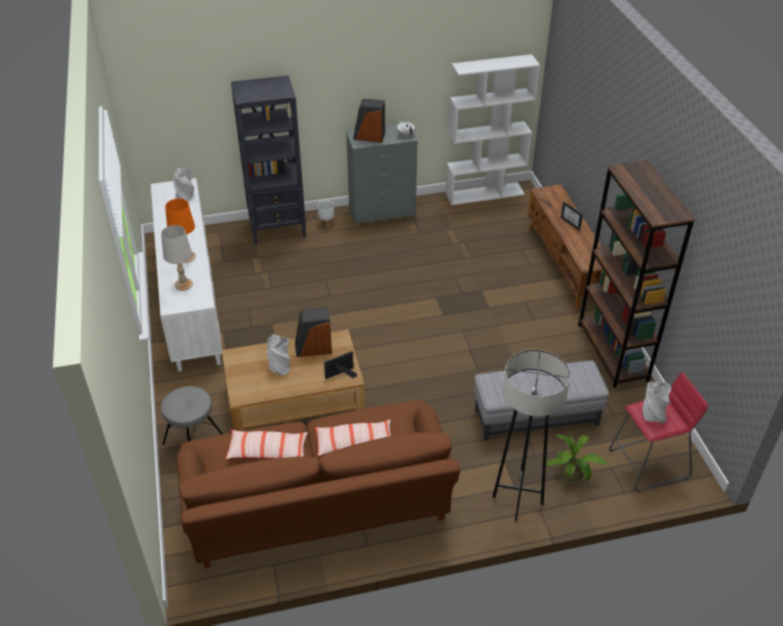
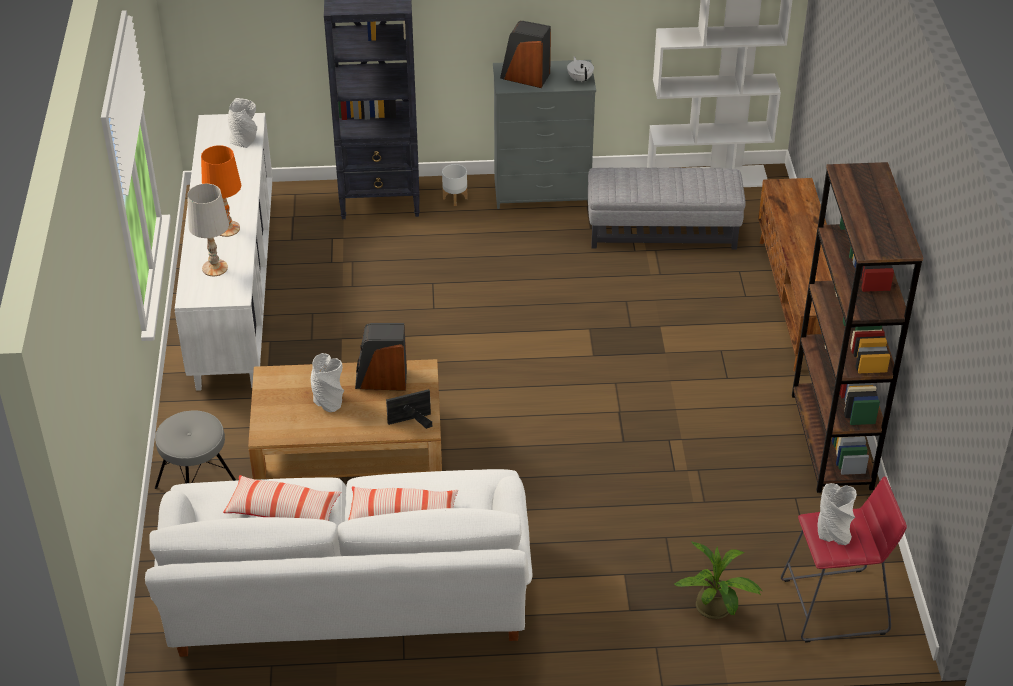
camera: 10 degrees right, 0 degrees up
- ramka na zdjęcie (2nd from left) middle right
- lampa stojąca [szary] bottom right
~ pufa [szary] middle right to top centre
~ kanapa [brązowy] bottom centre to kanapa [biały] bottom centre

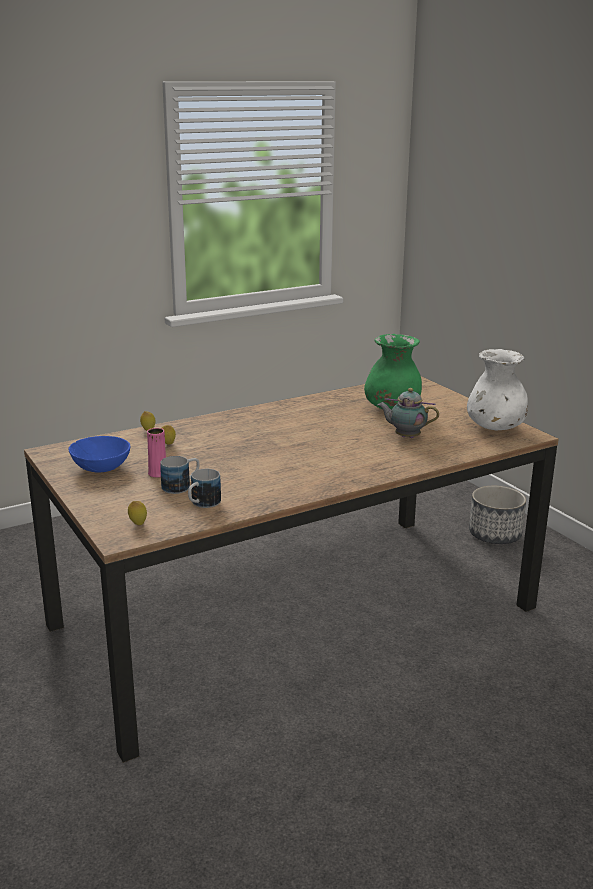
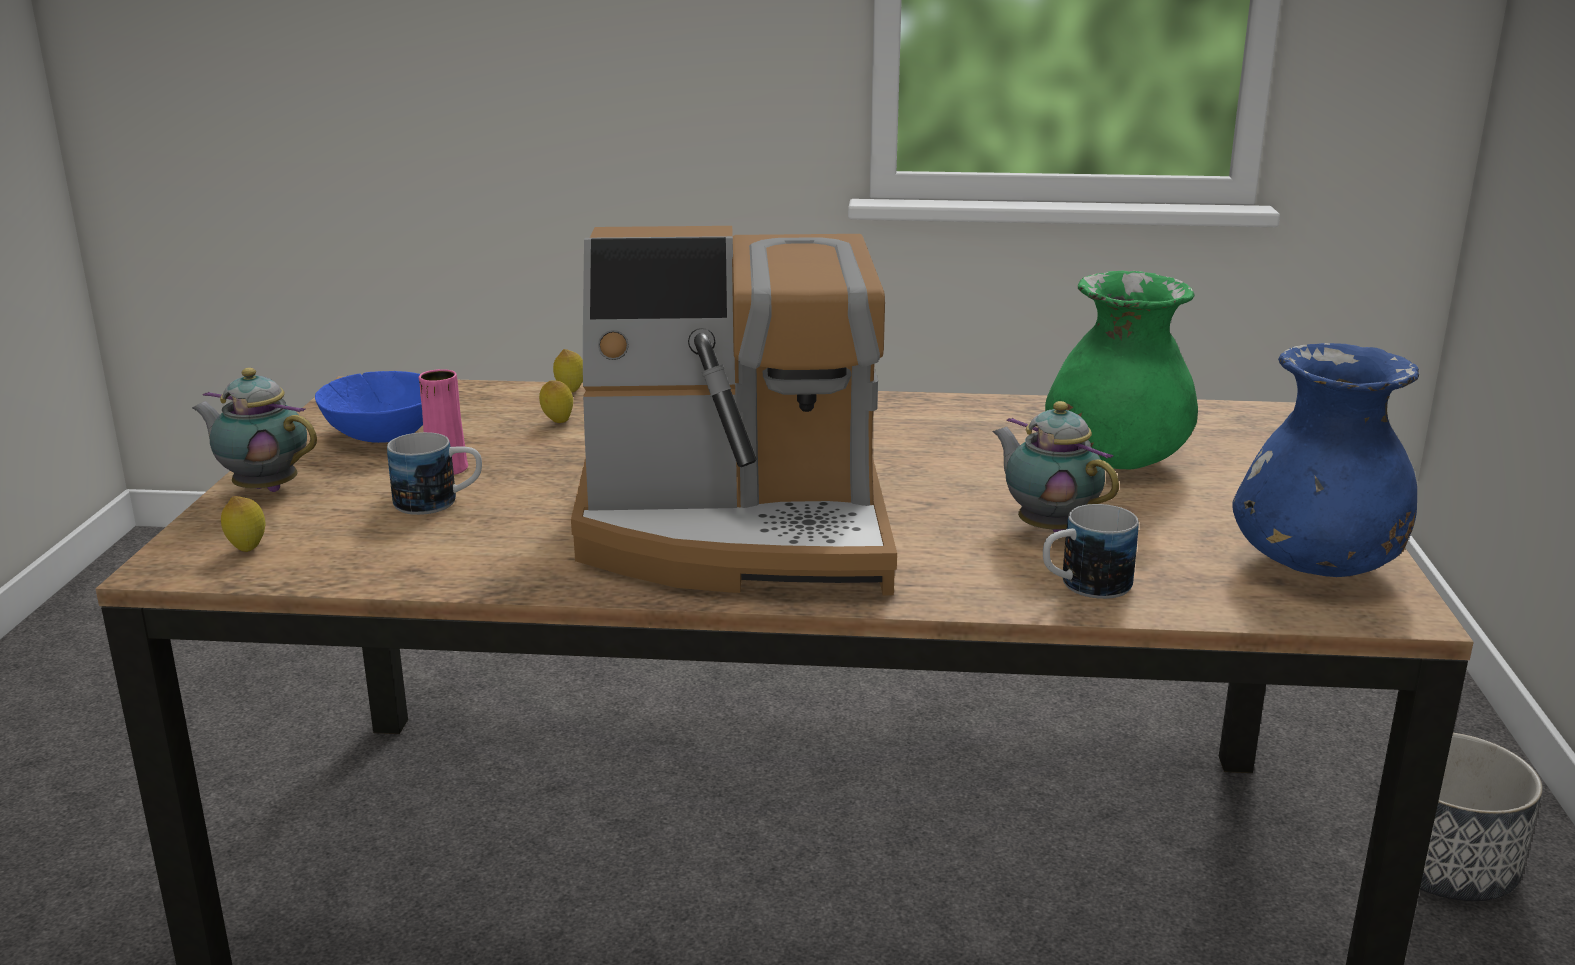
camera: 35 degrees right, 0 degrees up
~ wazon [biały] middle right to wazon [niebieski] middle right
~ kubek (2nd from left) centre to middle right
+ ekspres do kawy centre
+ imbryk (1st from left) middle left

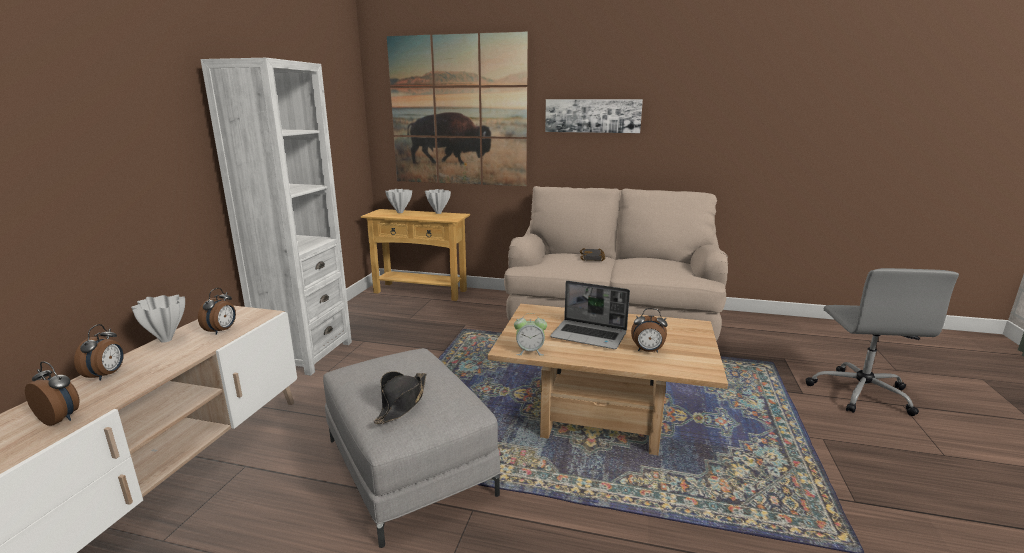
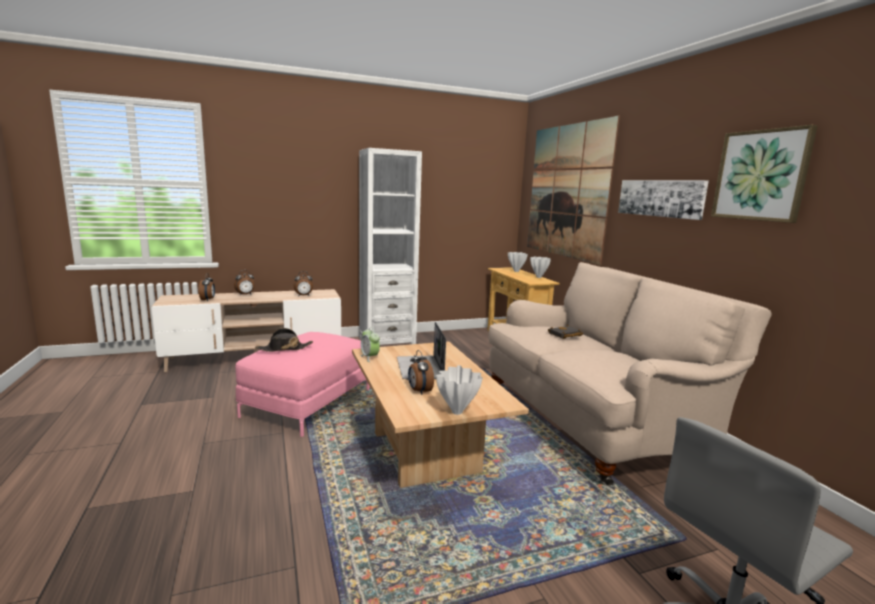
camera: 55 degrees right, 5 degrees down
~ wazon [biały] (1st from left) middle left to centre
~ pufa [szary] bottom centre to pufa [różowy] centre
+ obraz (3rd from left) top right

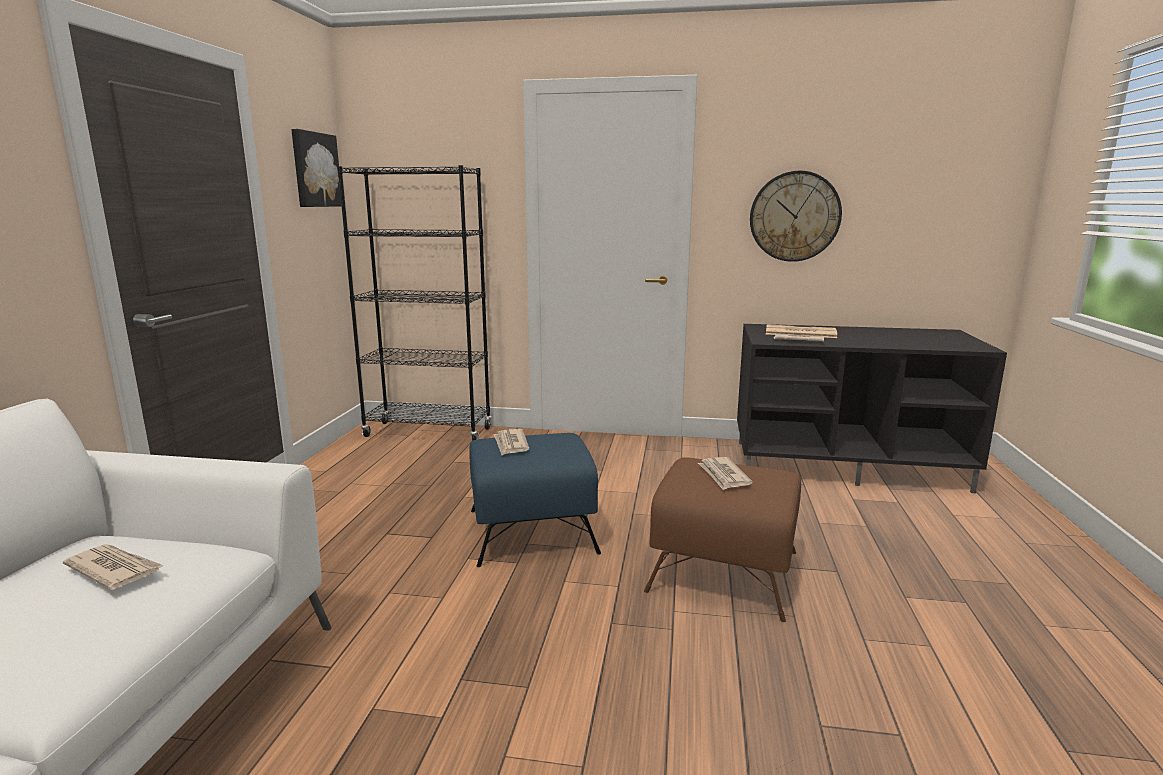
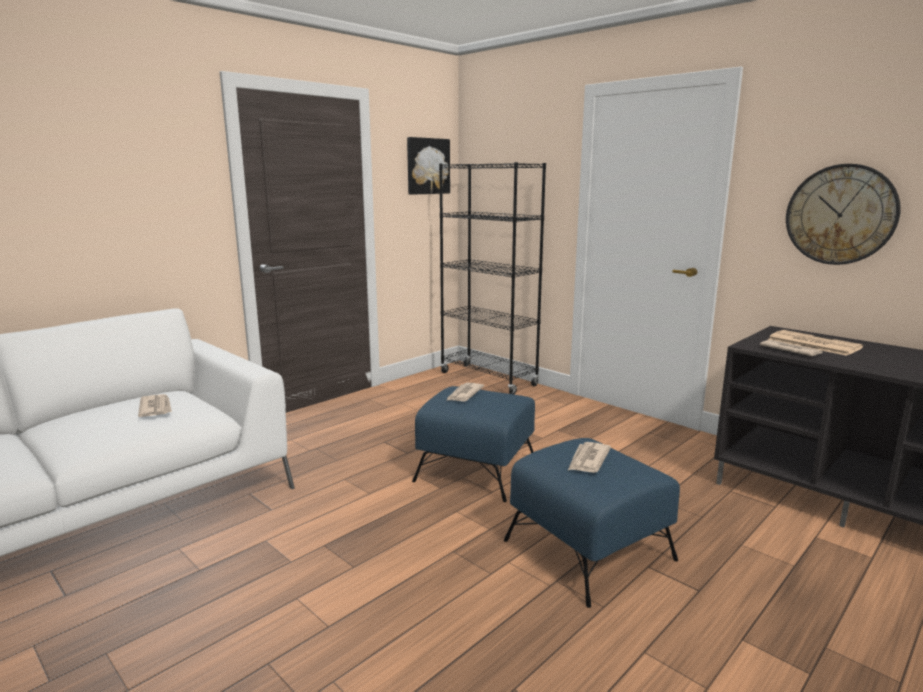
camera: 35 degrees right, 0 degrees up
~ pufa [brązowy] bottom centre to pufa [niebieski] (2nd from left) bottom centre

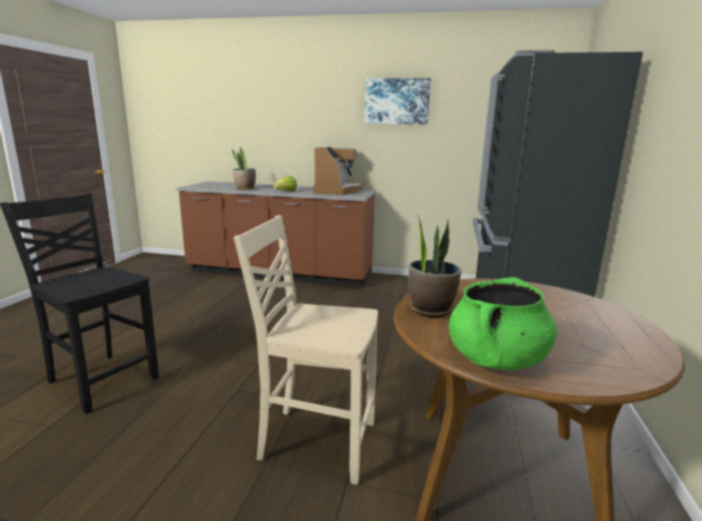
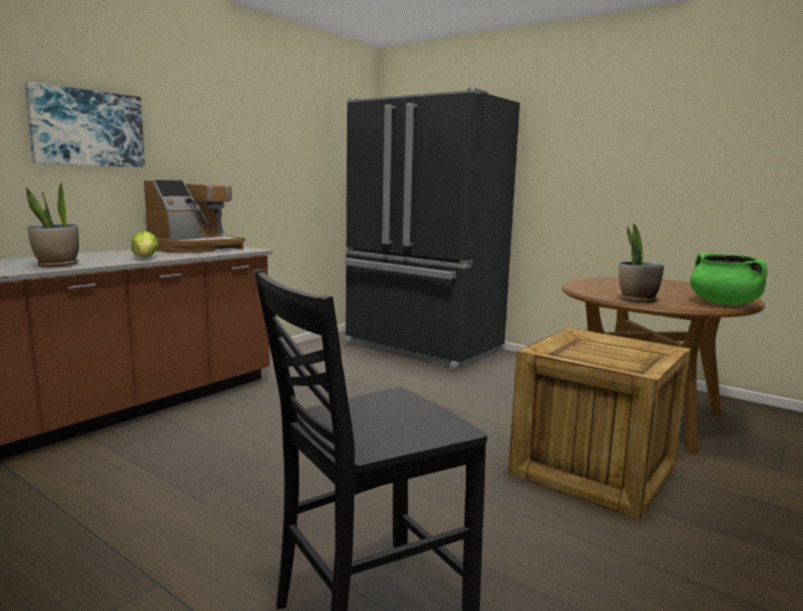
camera: 65 degrees left, 5 degrees down
~ obraz top centre to top left
~ ekspres do kawy top centre = middle left 90 degrees clockwise
~ krzesło [beżowy] bottom centre to skrzynka bottom right

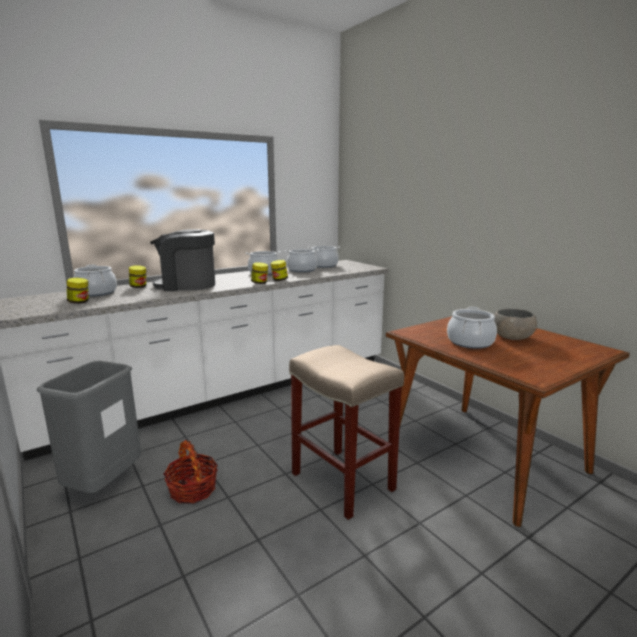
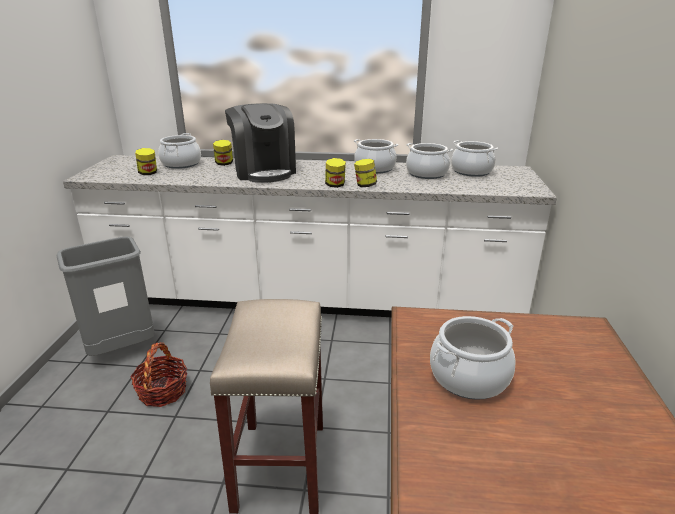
camera: 40 degrees right, 10 degrees up
~ ekspres do kawy middle left = top centre 150 degrees counterclockwise
- miska [szary] middle right

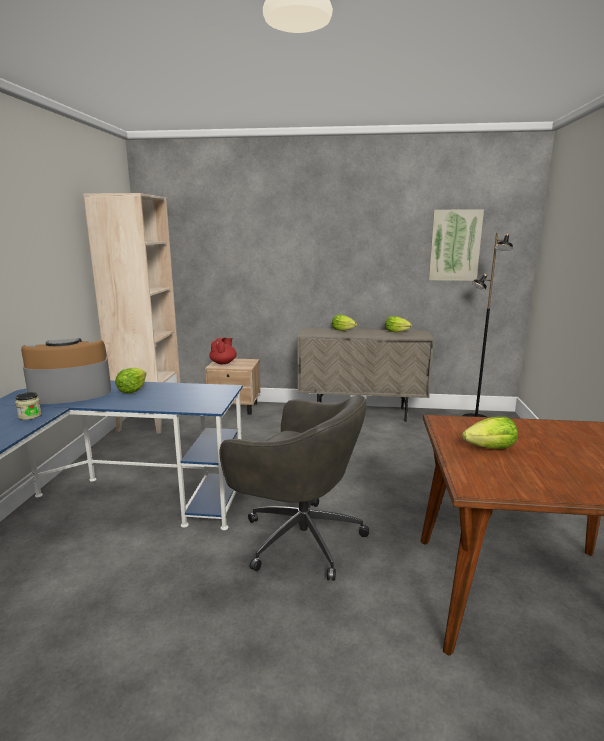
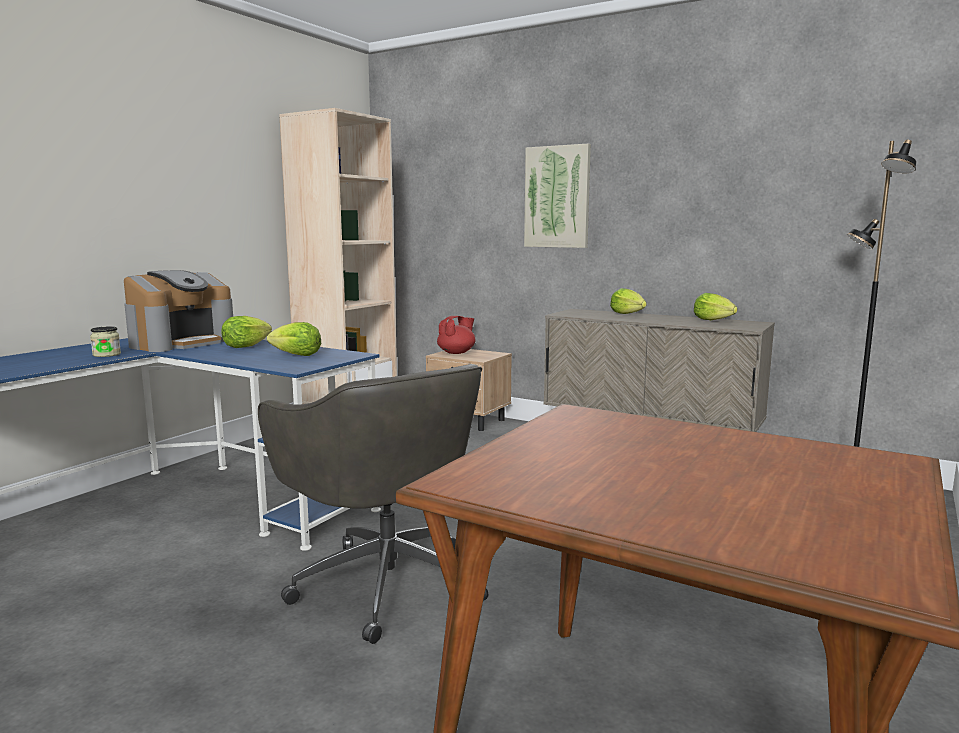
camera: 25 degrees right, 5 degrees down
~ obraz top right to top centre
~ ekspres do kawy middle left = middle left 120 degrees clockwise
~ sałata (4th from left in the first image) middle right to sałata (2nd from left) middle left

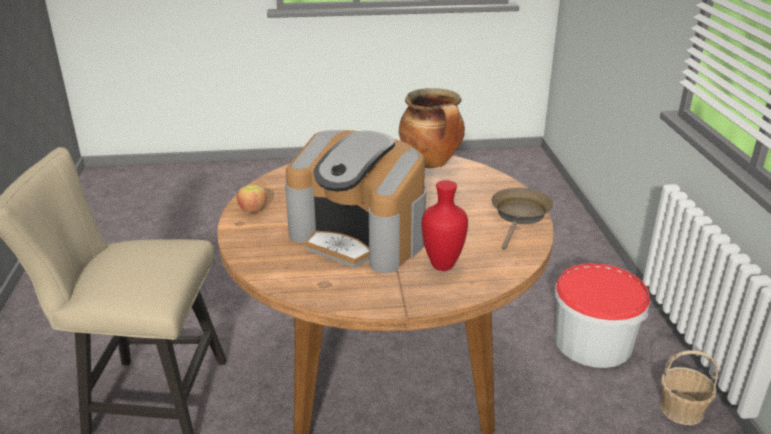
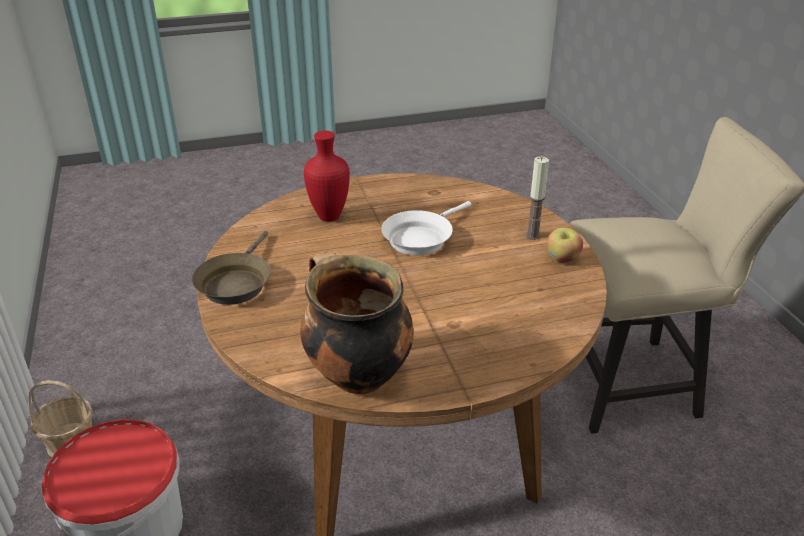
camera: 170 degrees right, 5 degrees up
~ ekspres do kawy centre to patelnia [biały] centre
+ świeca middle right

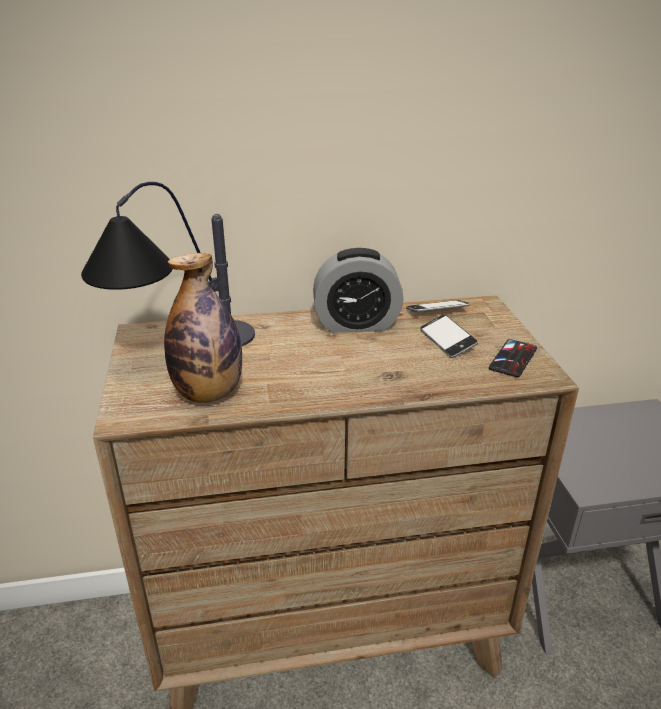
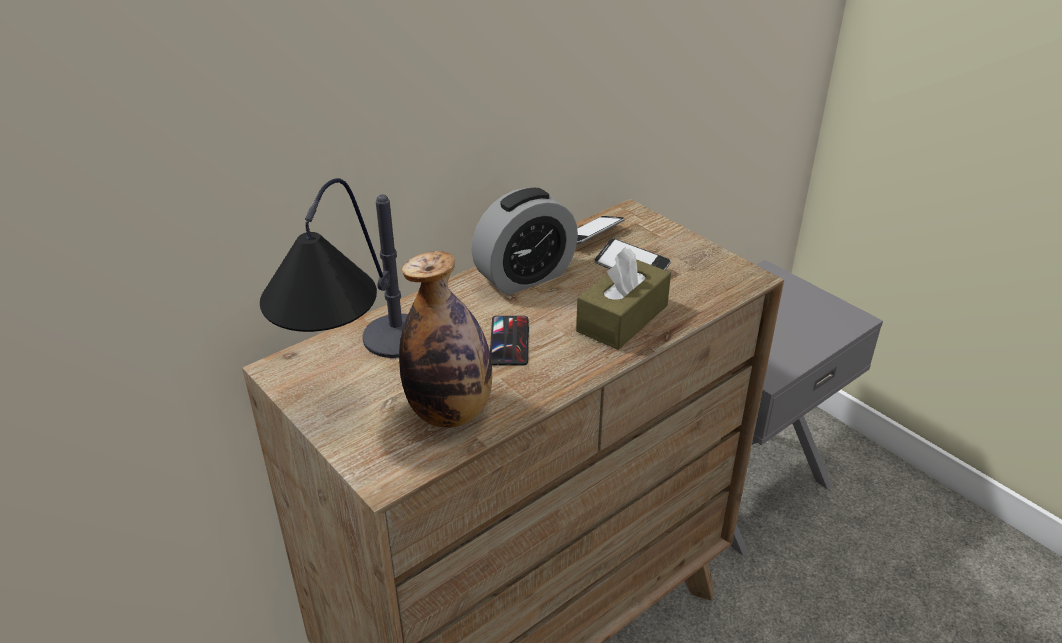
camera: 30 degrees left, 5 degrees up
~ telefon (3rd from left in the first image) middle right to telefon (1st from left) centre
+ pudełko chusteczek [brązowy] centre

